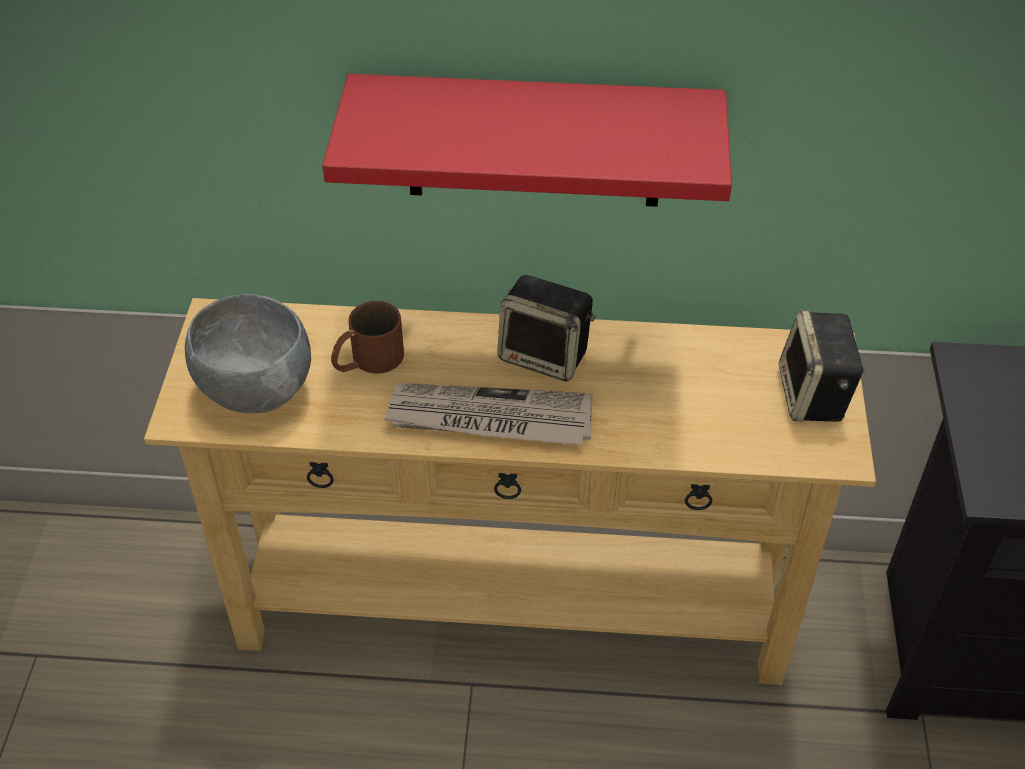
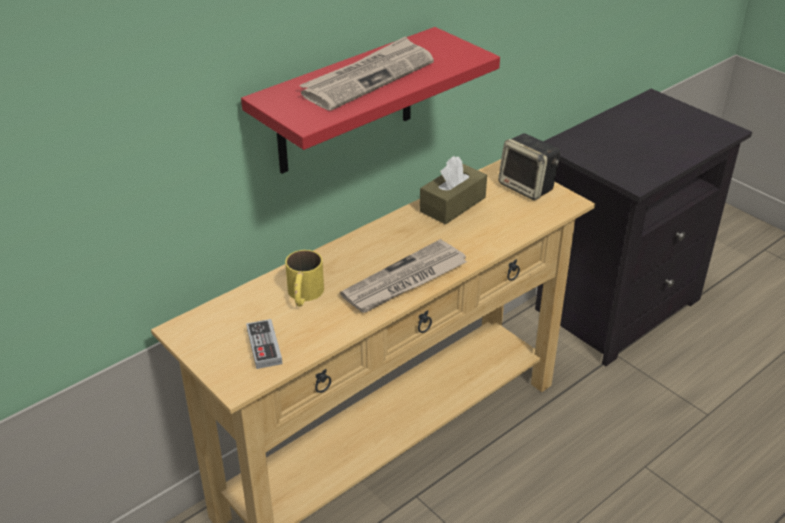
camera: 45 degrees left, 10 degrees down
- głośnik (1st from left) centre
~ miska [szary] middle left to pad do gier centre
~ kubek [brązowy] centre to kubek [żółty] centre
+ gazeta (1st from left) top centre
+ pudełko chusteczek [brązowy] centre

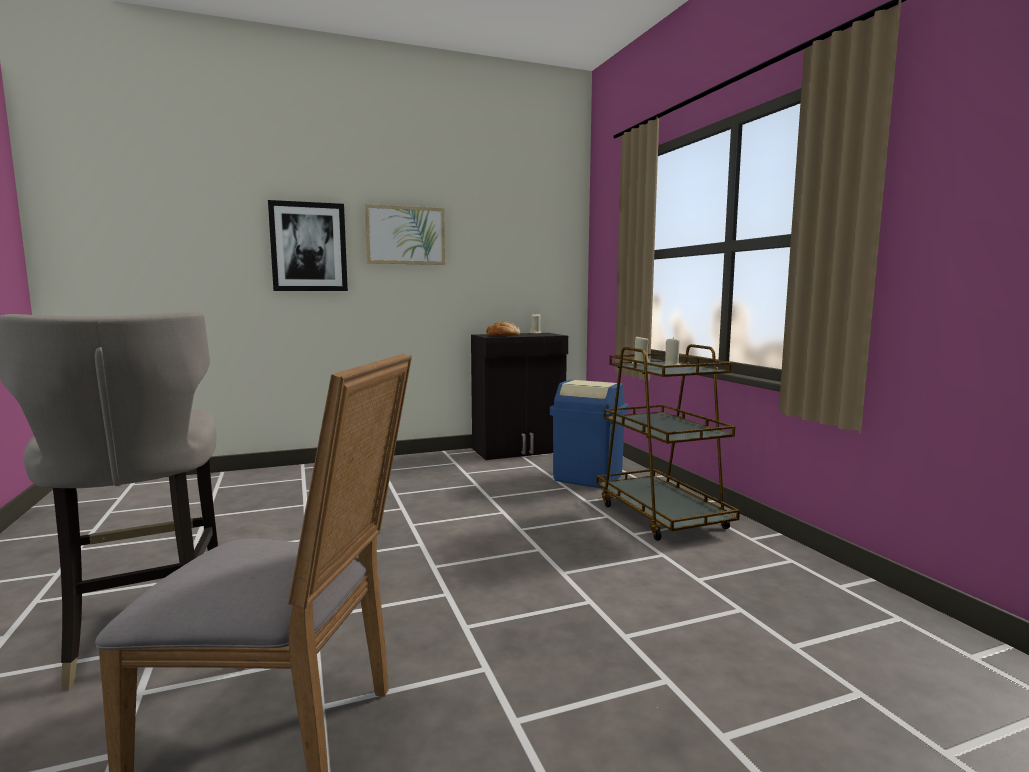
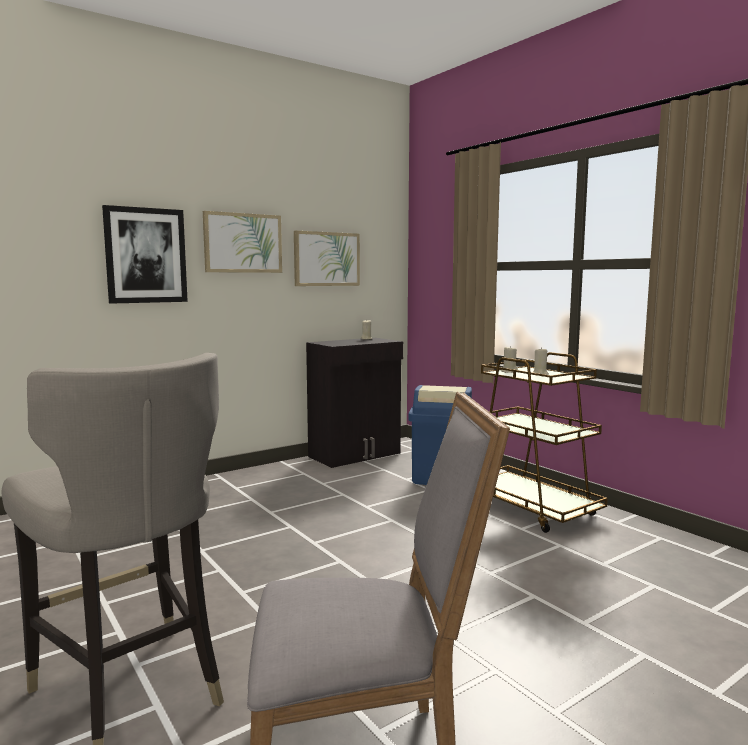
camera: 15 degrees left, 0 degrees up
- chleb centre
+ obraz (3rd from left) centre

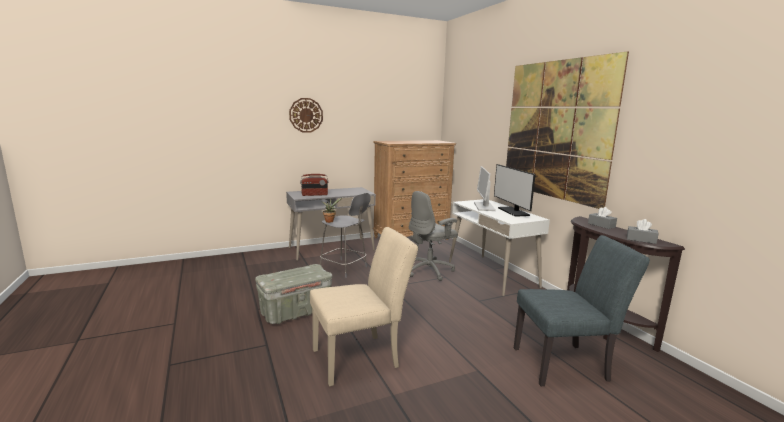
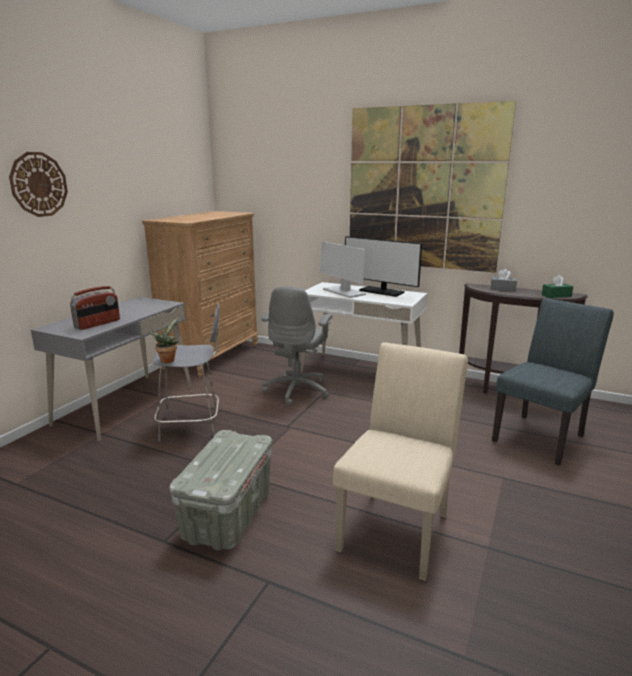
camera: 40 degrees left, 5 degrees up
~ pudełko chusteczek [szary] (2nd from left) middle right to pudełko chusteczek [zielony] middle right

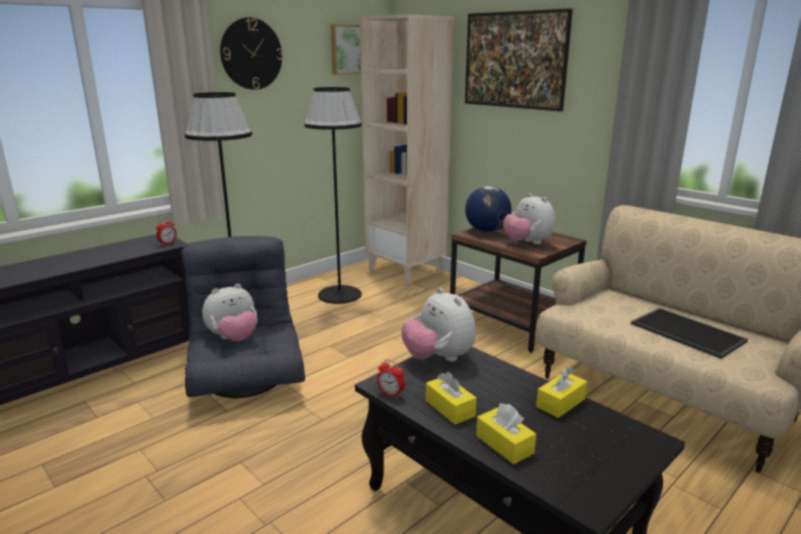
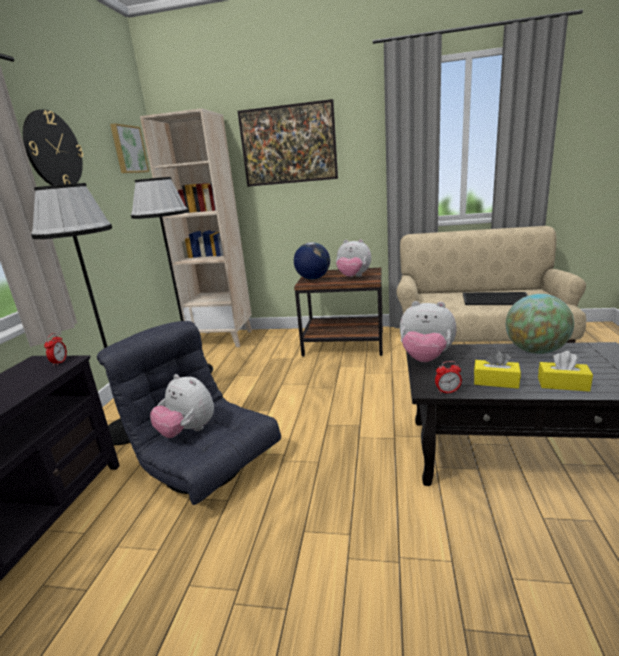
camera: 35 degrees left, 0 degrees up
~ pluszak (1st from left) middle left = middle left 105 degrees clockwise
~ pudełko chusteczek [żółty] (3rd from left) bottom right to globus (2nd from left) middle right

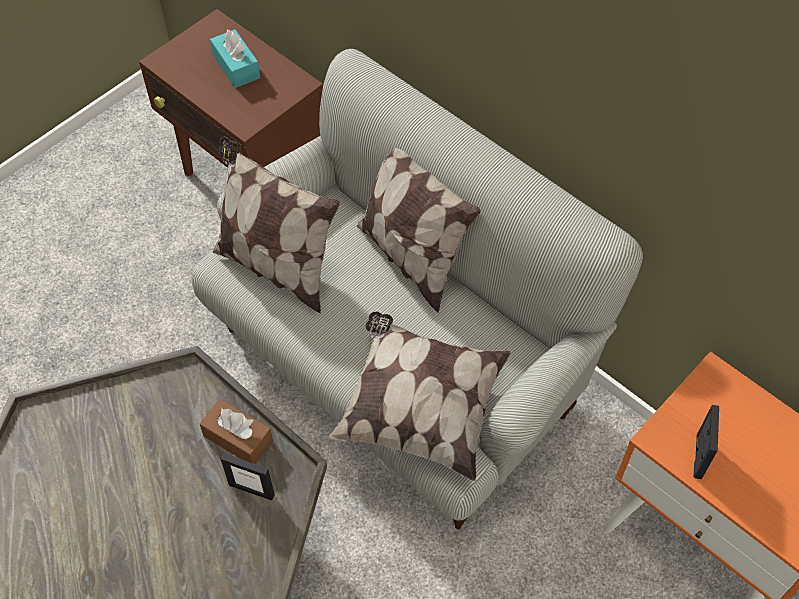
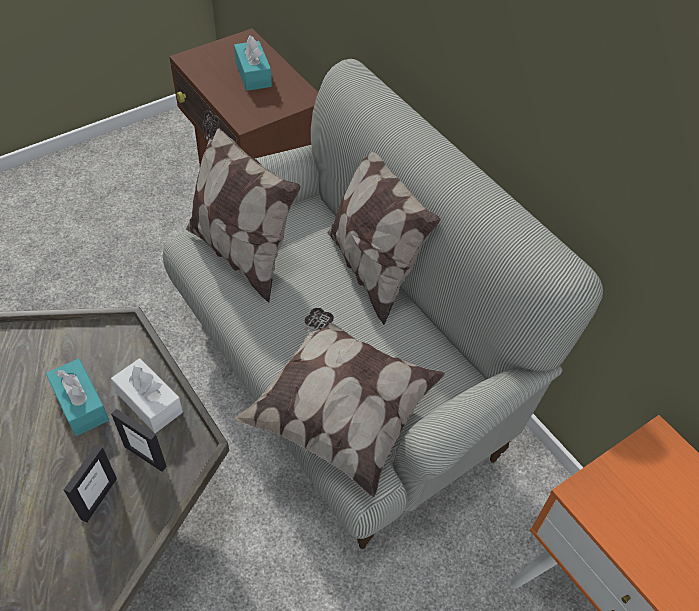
camera: 10 degrees right, 5 degrees down
~ pudełko chusteczek [brązowy] bottom left to pudełko chusteczek [biały] middle left
~ ramka na zdjęcie (2nd from left in the first image) bottom right to ramka na zdjęcie (1st from left) bottom left
+ pudełko chusteczek [turkusowy] (1st from left) middle left

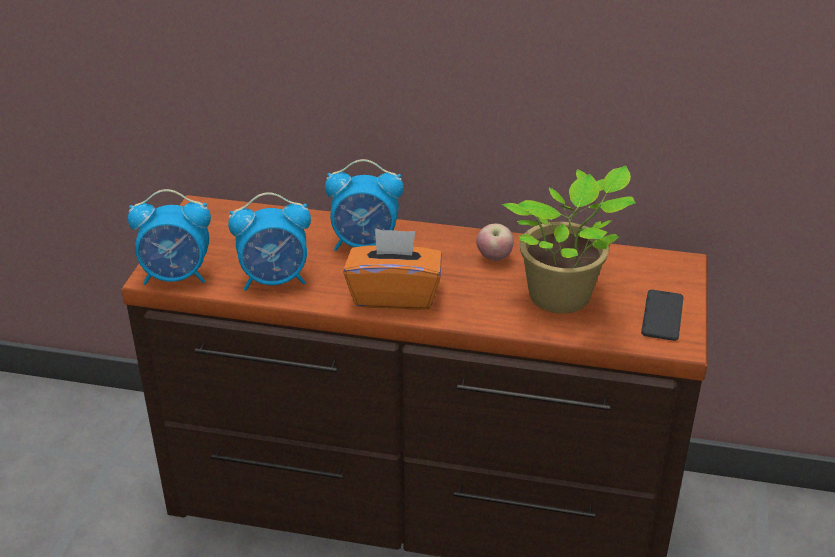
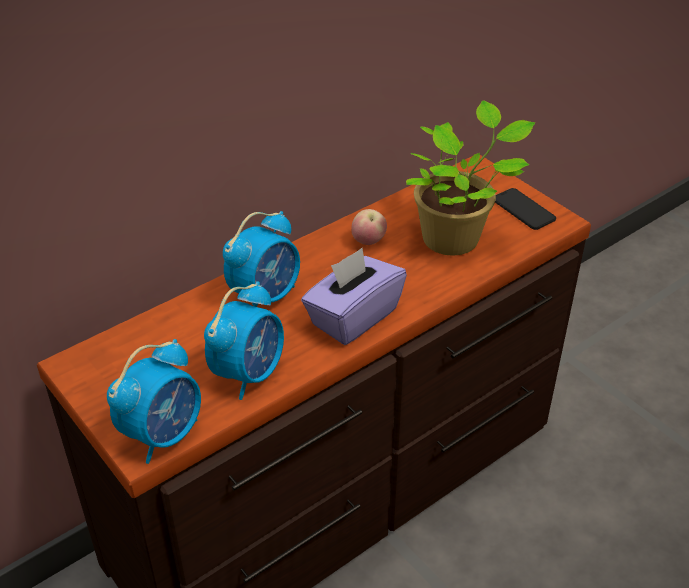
camera: 50 degrees left, 5 degrees up
~ pudełko chusteczek [pomarańczowy] centre to pudełko chusteczek [fioletowy] centre

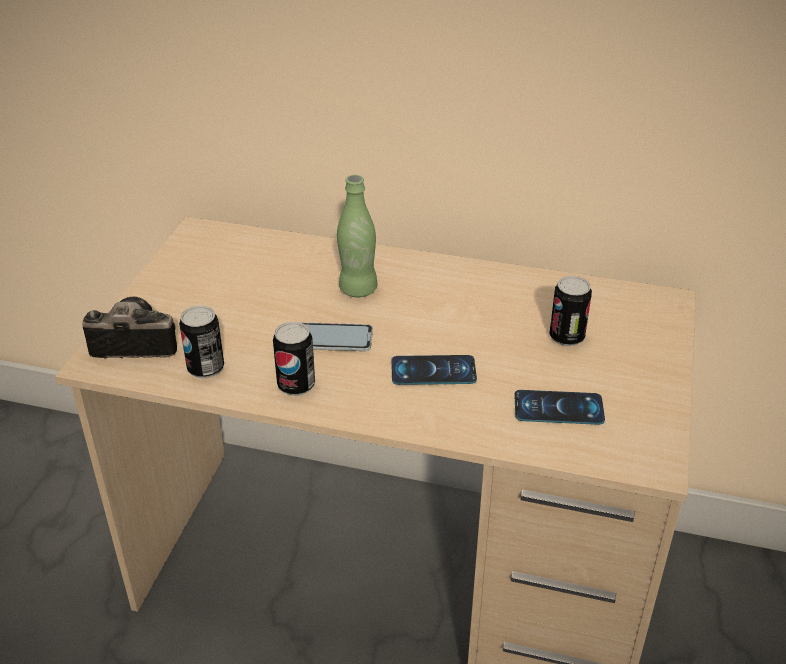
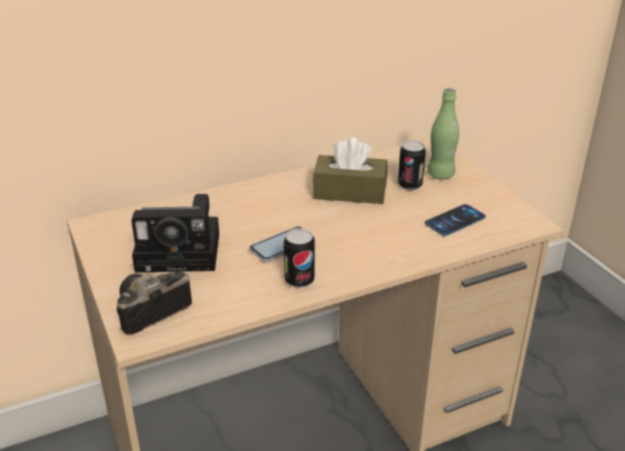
camera: 40 degrees left, 5 degrees down
~ butelka [zielony] centre to top right
- puszka (1st from left) middle left
- telefon (2nd from left) centre
+ pudełko chusteczek [brązowy] centre
+ aparat fotograficzny (2nd from left) middle left

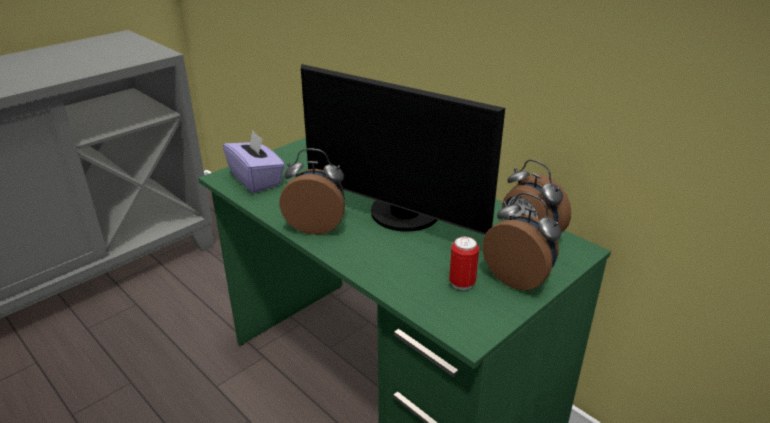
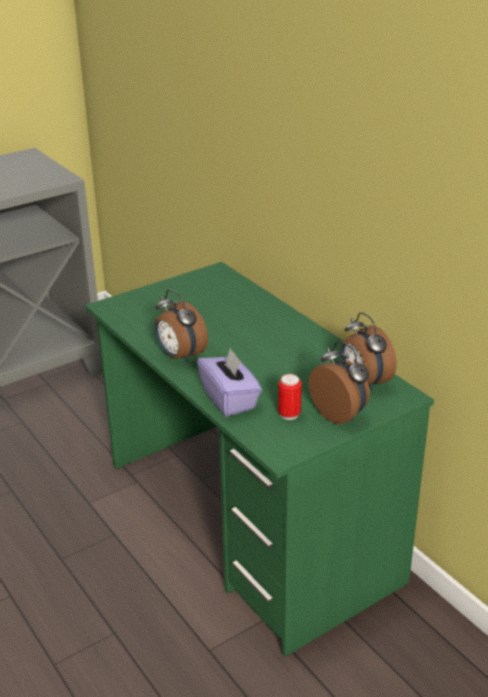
camera: 10 degrees right, 0 degrees up
- monitor centre
~ pudełko chusteczek [fioletowy] middle left to centre
~ budzik (1st from left) centre = centre 150 degrees counterclockwise

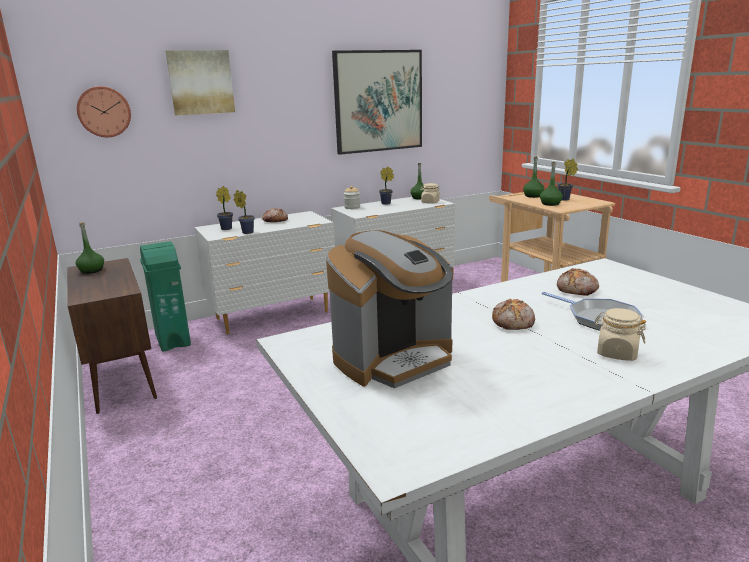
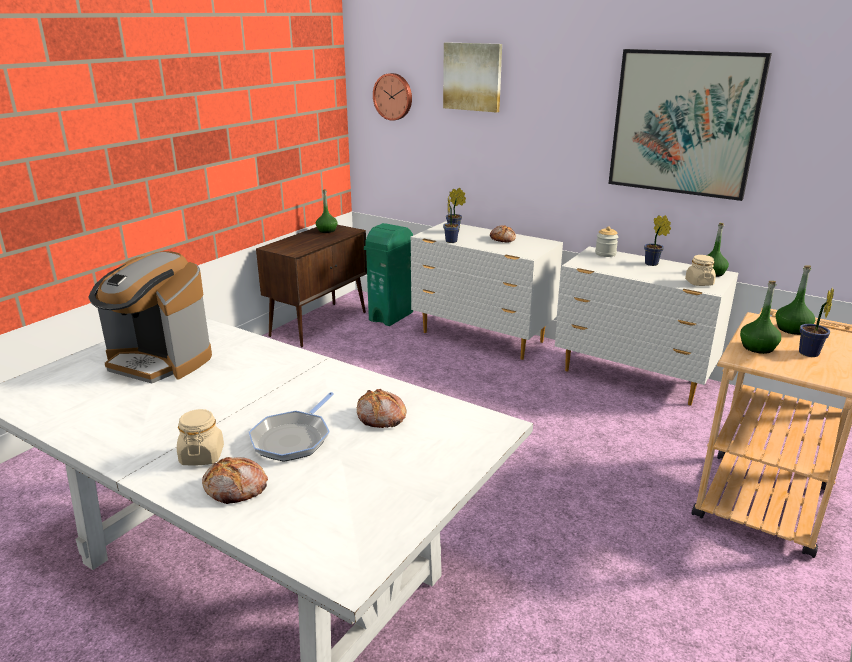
camera: 60 degrees right, 5 degrees up
~ chleb (2nd from left in the first image) middle right to chleb (1st from left) bottom left

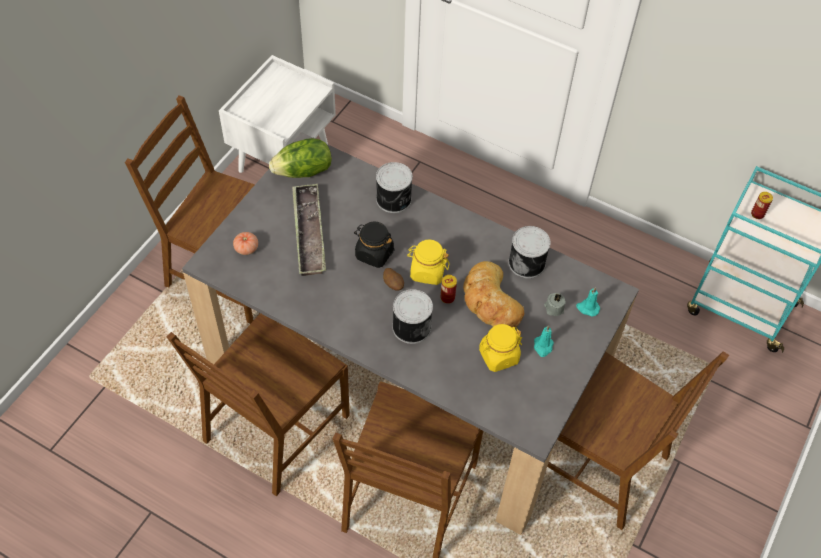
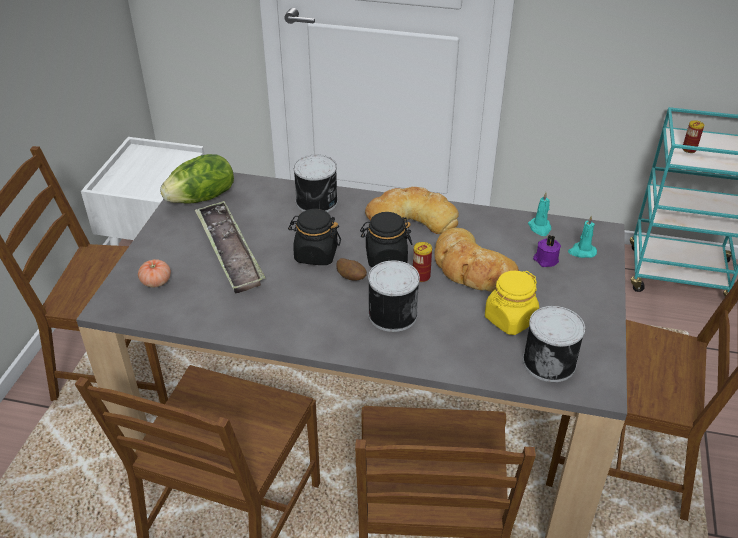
camera: 15 degrees left, 15 degrees down
~ puszka (4th from left) centre to middle right
~ słoik [żółty] (1st from left) centre to słoik [czarny] (2nd from left) centre
~ świeca [szary] middle right to świeca [fioletowy] middle right
~ świeca [turkusowy] (1st from left) centre to middle right
+ chleb (1st from left) centre

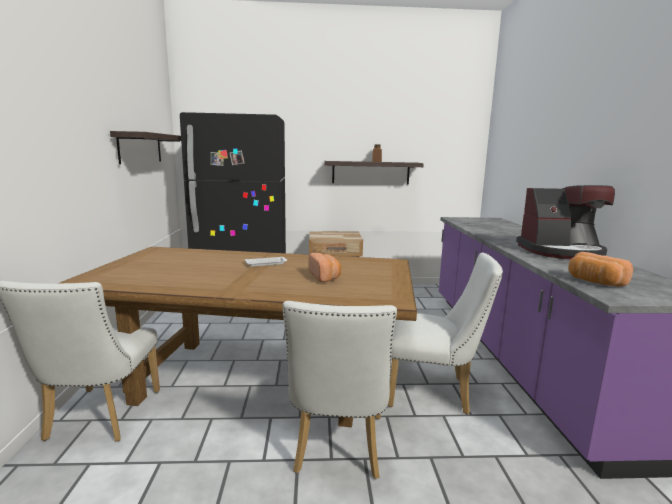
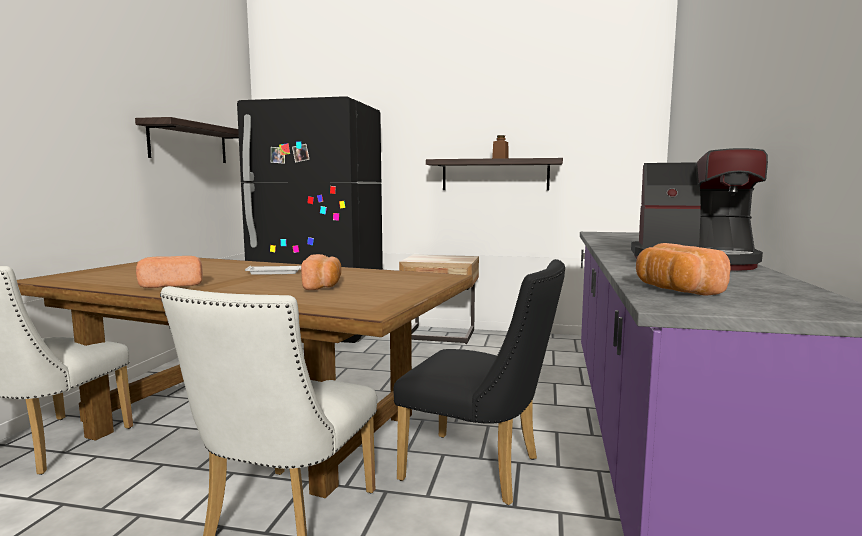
camera: 15 degrees right, 5 degrees down
~ krzesło [biały] (3rd from left) centre to krzesło [czarny] bottom centre
+ chleb (1st from left) middle left

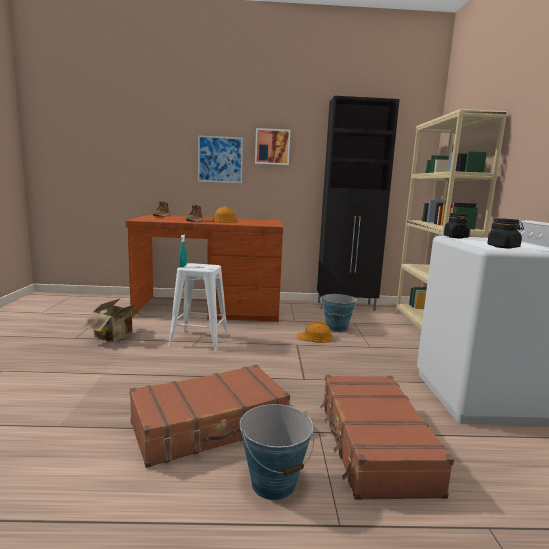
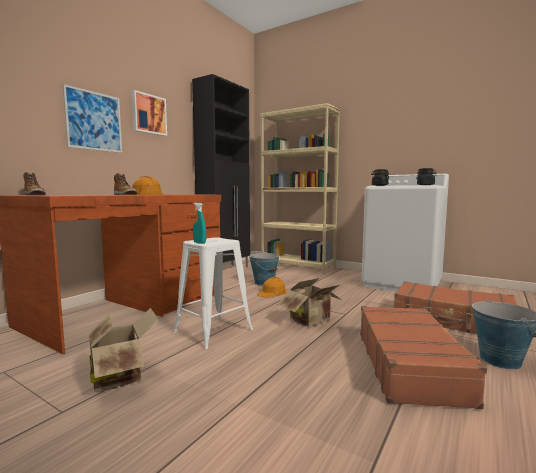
camera: 55 degrees left, 5 degrees down
+ karton (2nd from left) centre

